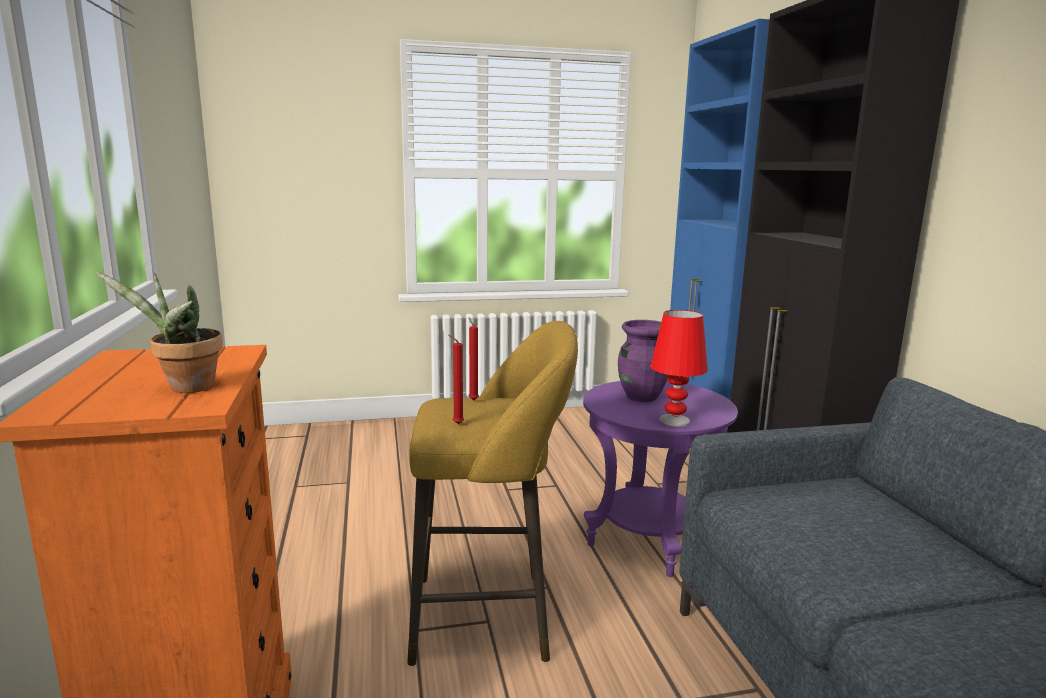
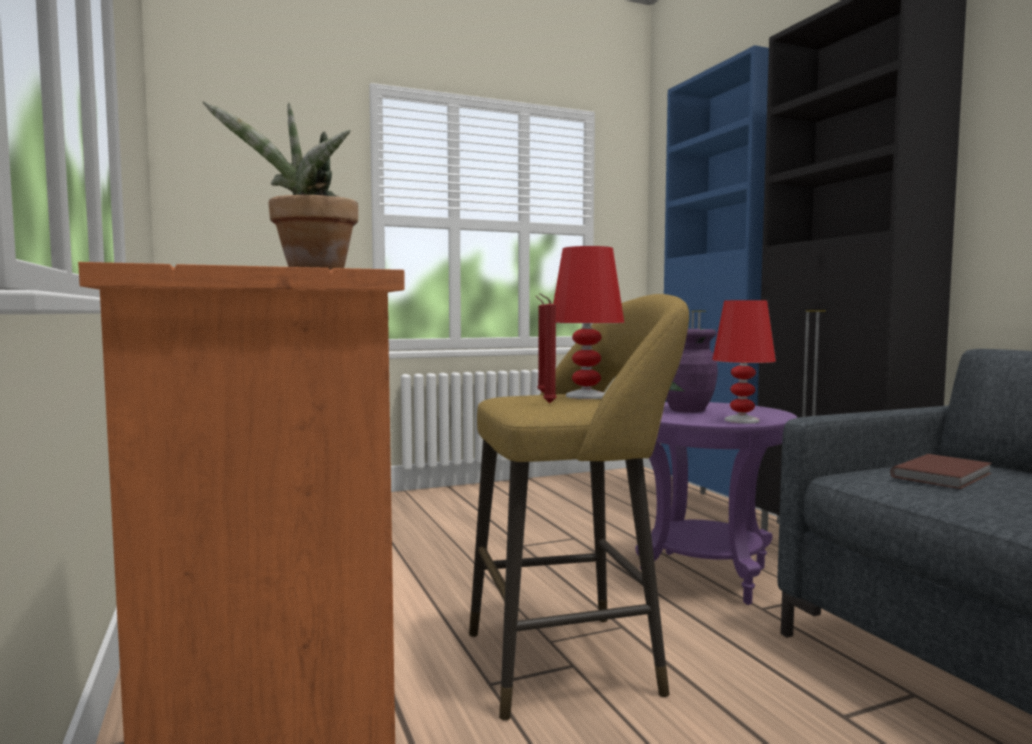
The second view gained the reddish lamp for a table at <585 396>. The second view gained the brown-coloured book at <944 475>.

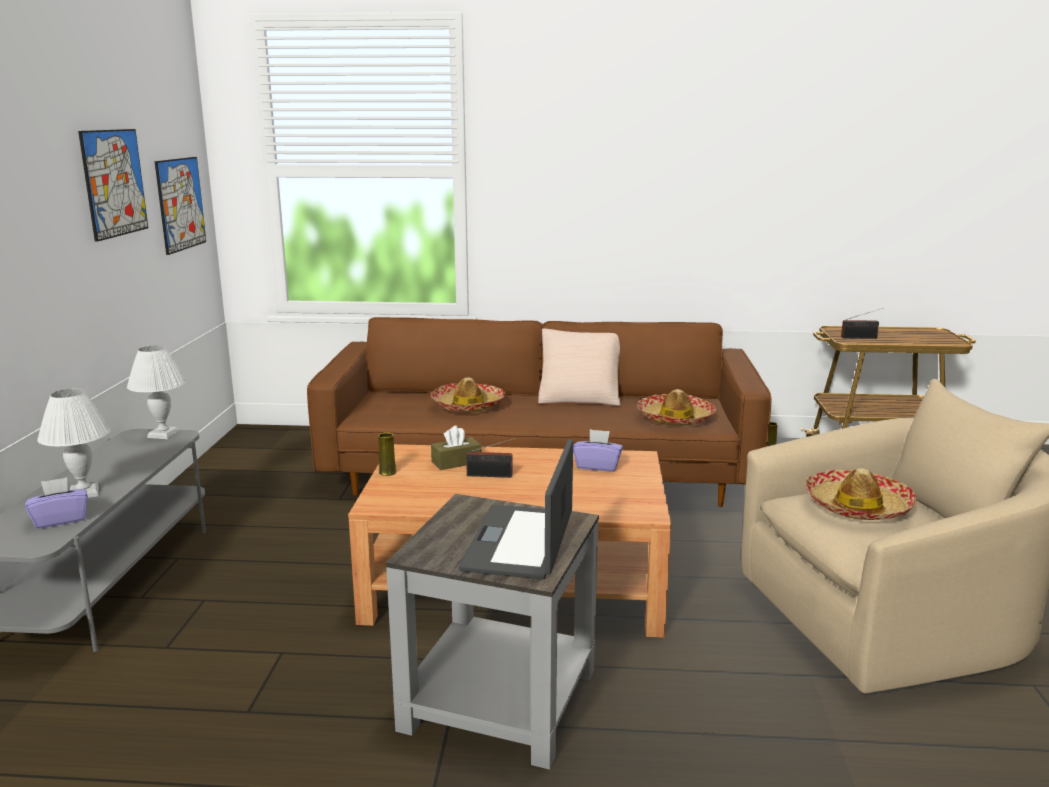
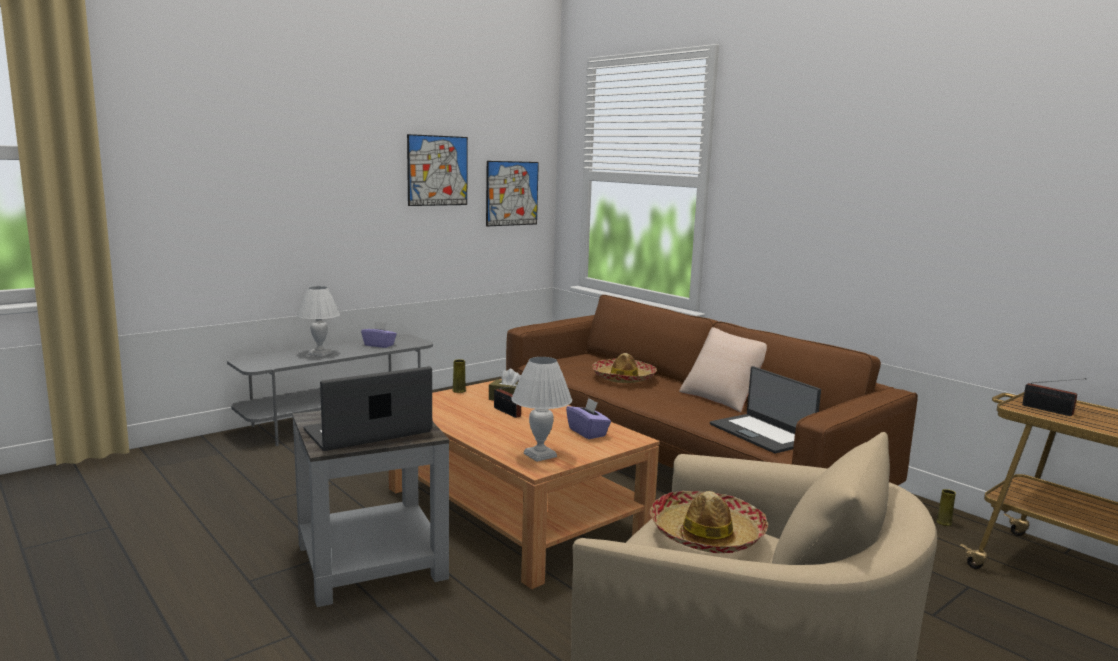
The purple-coloured tissue box ended up elsewhere, having gone from <60 520> to <379 345>. The white lamp for a table ended up elsewhere, having gone from <164 434> to <541 455>. Where the wearable hat stood at <675 418>, the notebook computer came to stand at <761 434>.

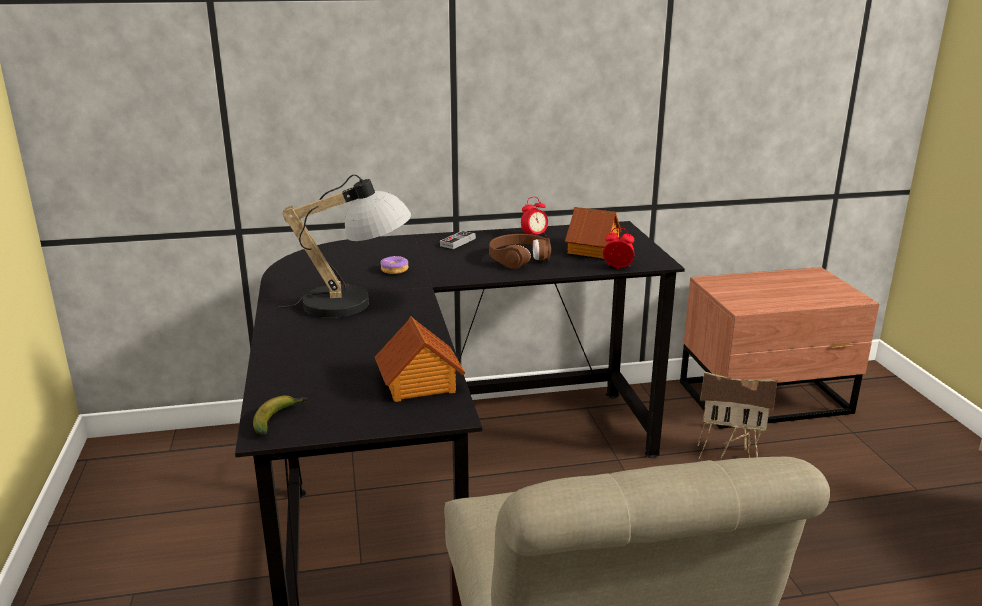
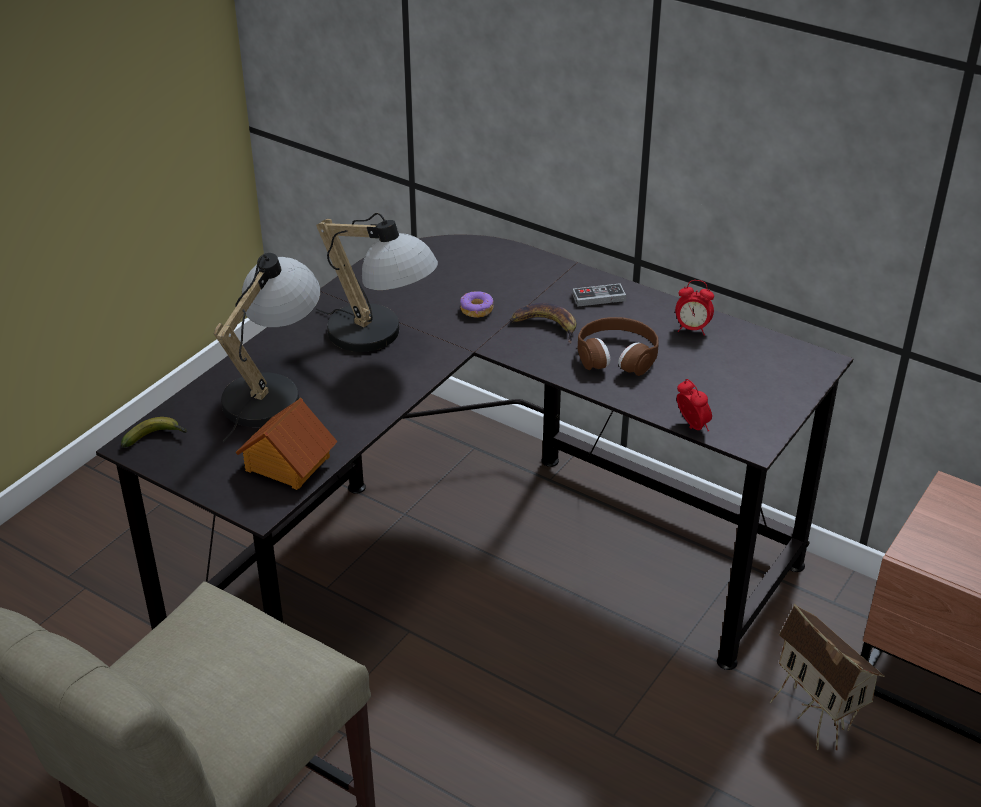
The second view lost the model house at <592 249>. The second view gained the lamp for a table at <272 390>. The second view gained the banana at <546 326>.

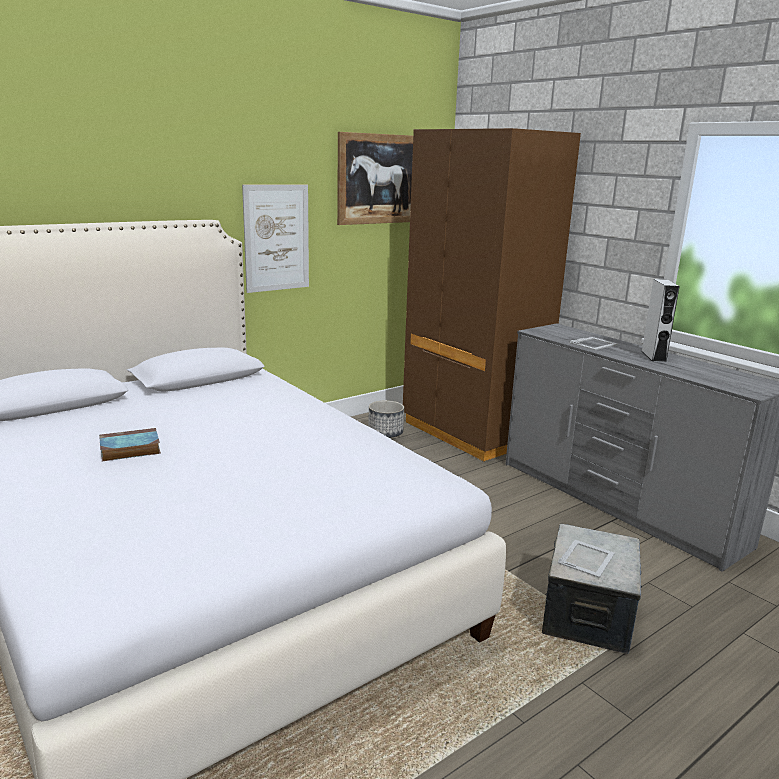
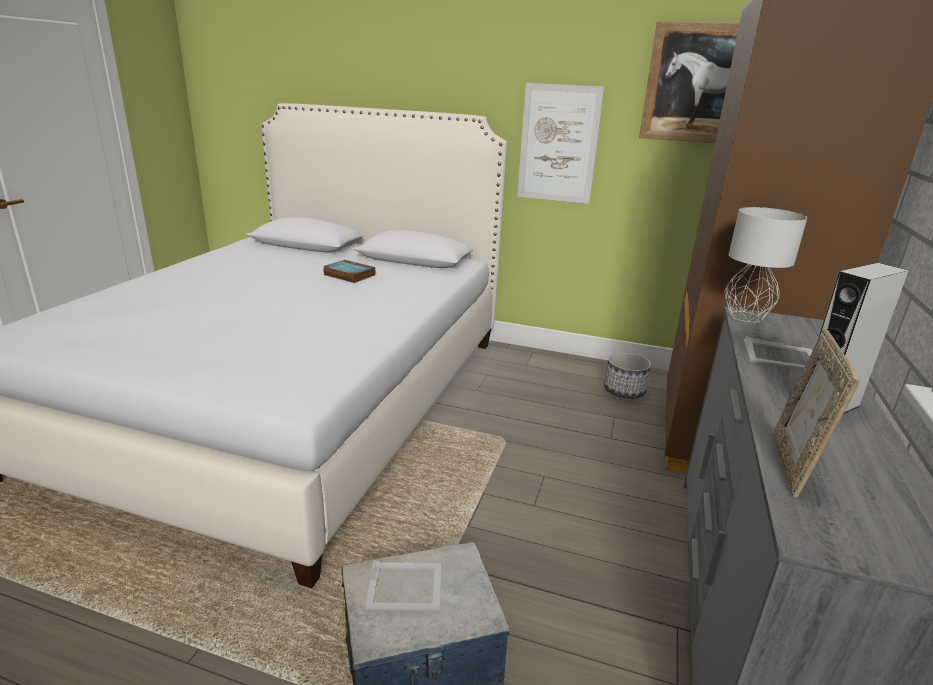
The second view gained the gray lamp for a table at <745 317>. The second view gained the picture frame at <792 465>. The book ended up elsewhere, having gone from <128 449> to <348 275>.

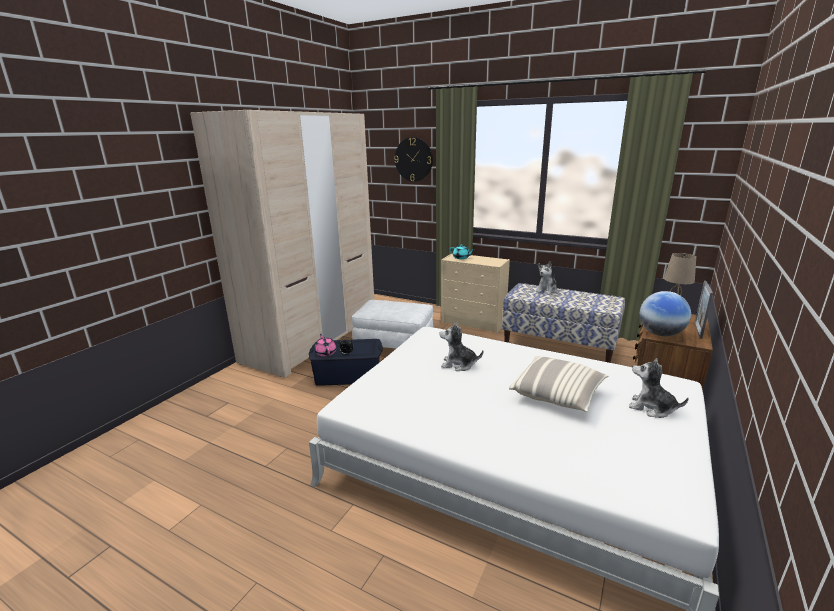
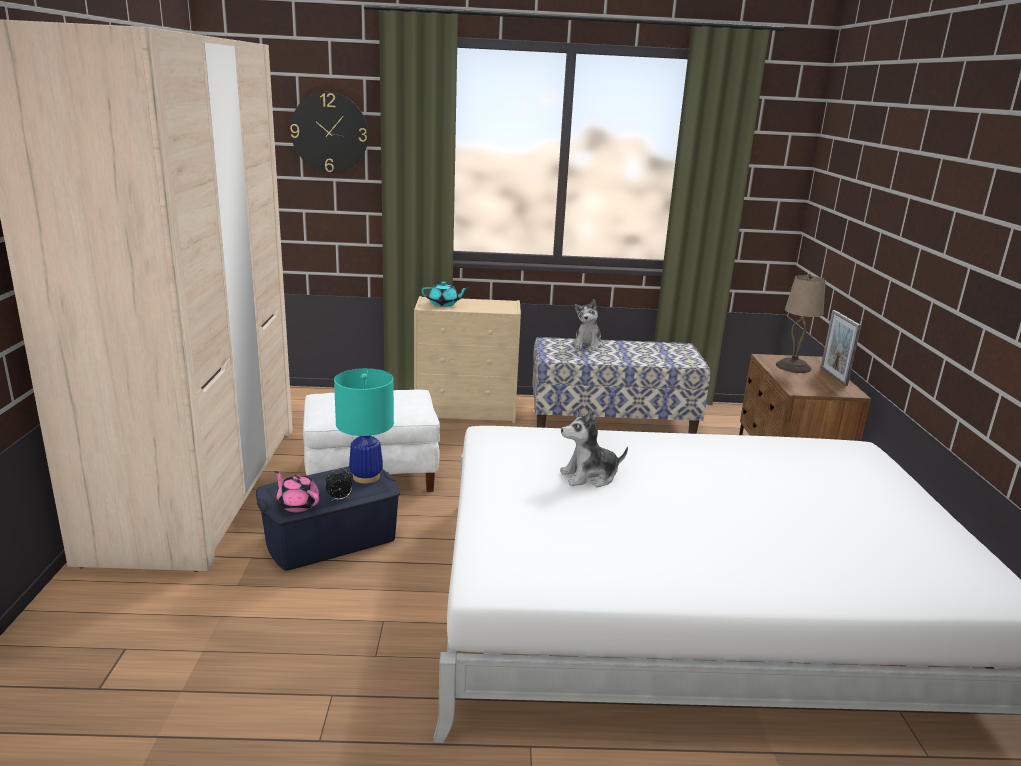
The second view lost the pillow at <557 394>. The second view lost the plush toy at <651 408>. The second view lost the globe at <660 334>. The second view gained the blue-green lamp for a table at <366 477>.

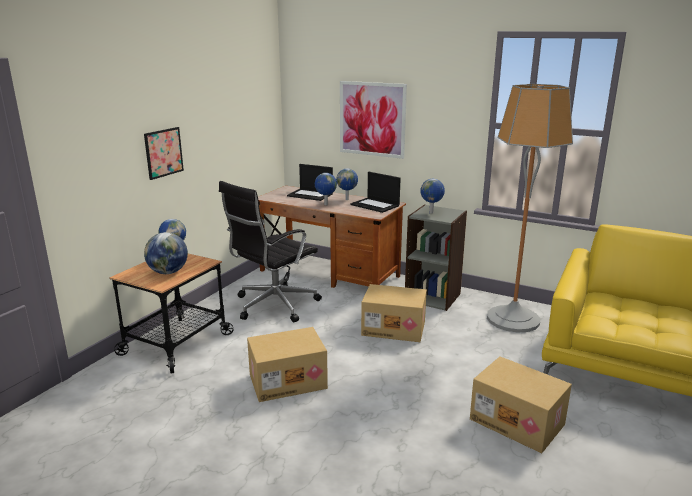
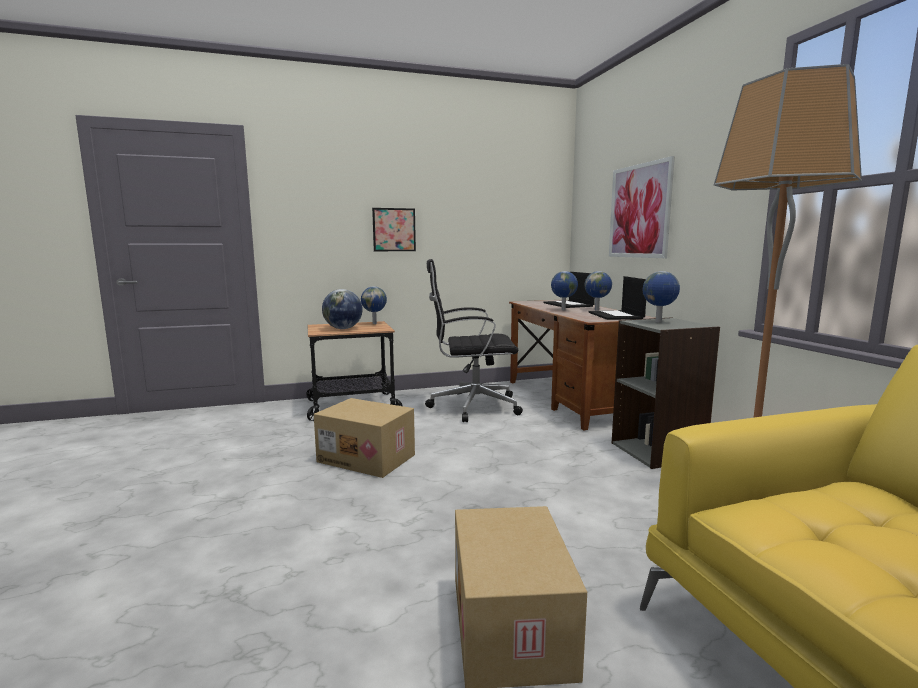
The second view lost the cardboard box at <394 328>.

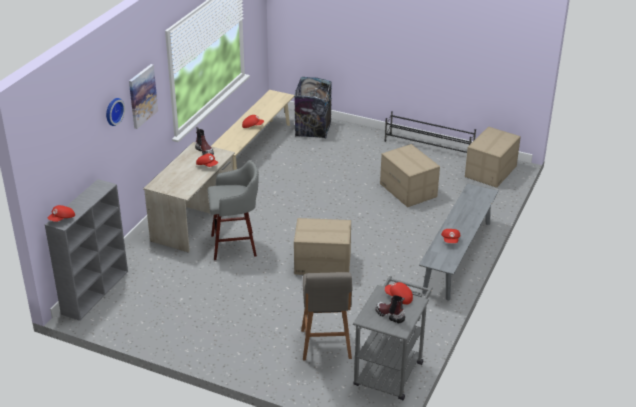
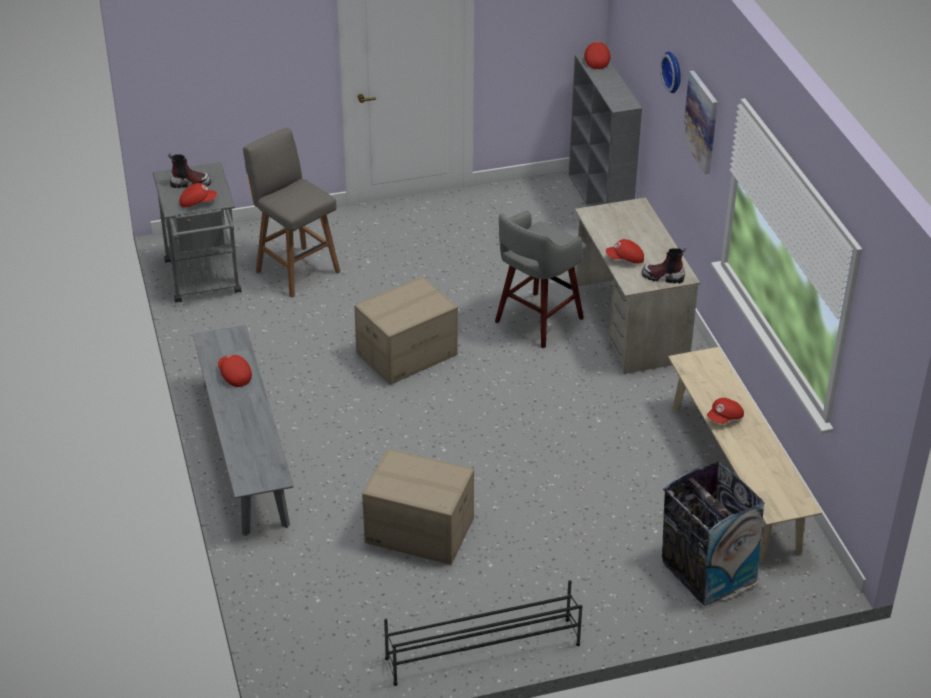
The second view lost the cardboard box at <491 172>.

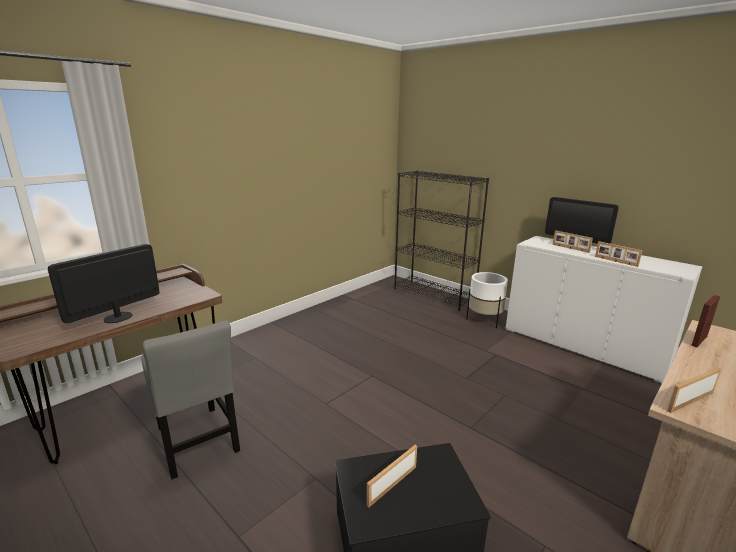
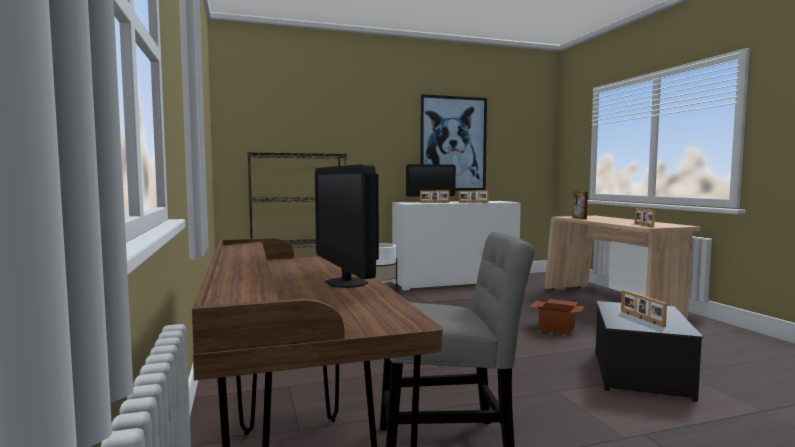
The second view gained the picture at <453 144>. The second view gained the cardboard box at <557 328>.

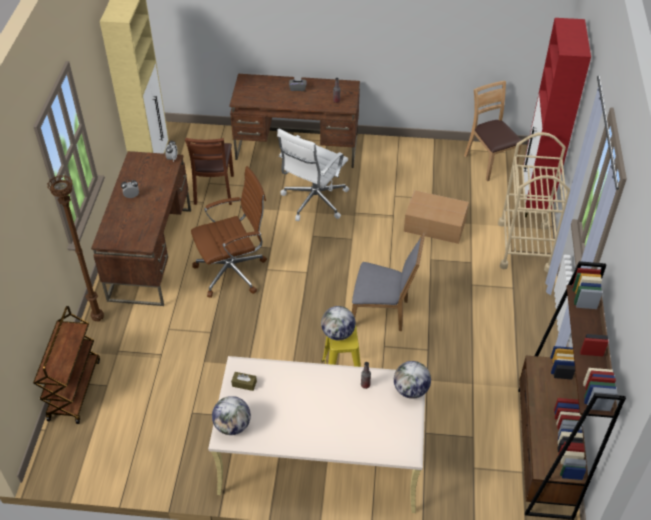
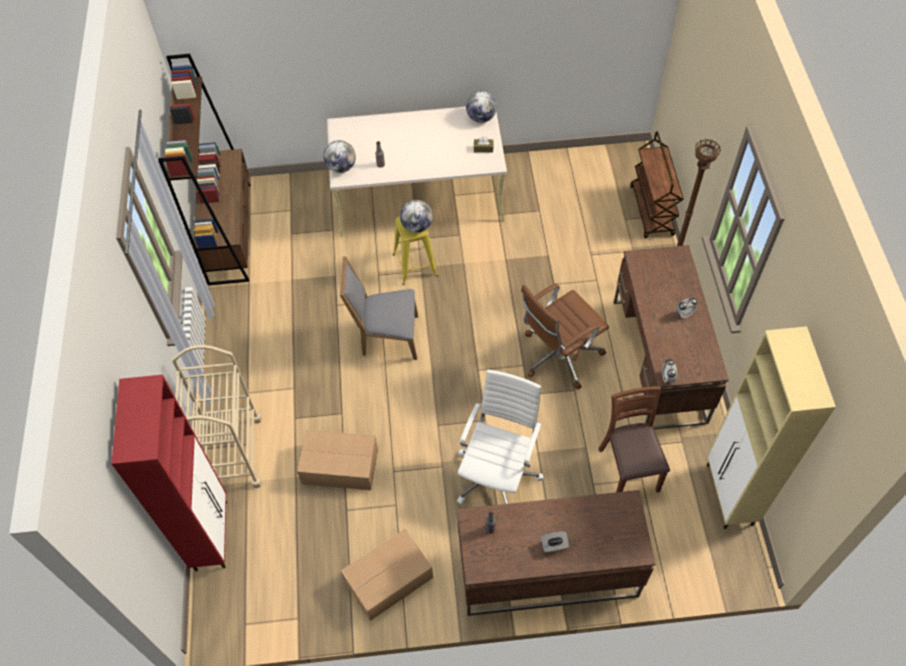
The second view lost the brown-coloured chair at <489 163>. The second view gained the cardboard box at <390 579>.

